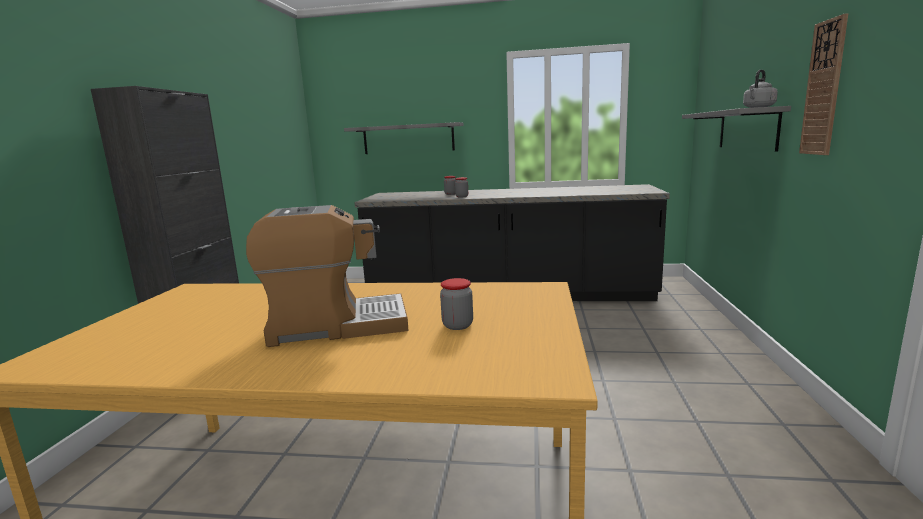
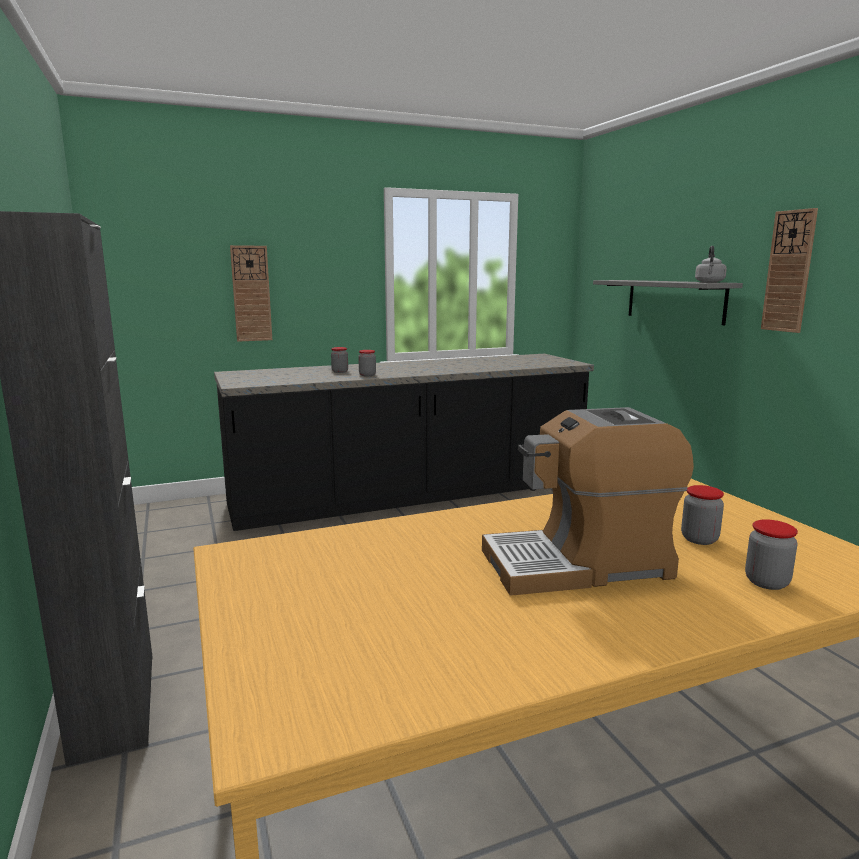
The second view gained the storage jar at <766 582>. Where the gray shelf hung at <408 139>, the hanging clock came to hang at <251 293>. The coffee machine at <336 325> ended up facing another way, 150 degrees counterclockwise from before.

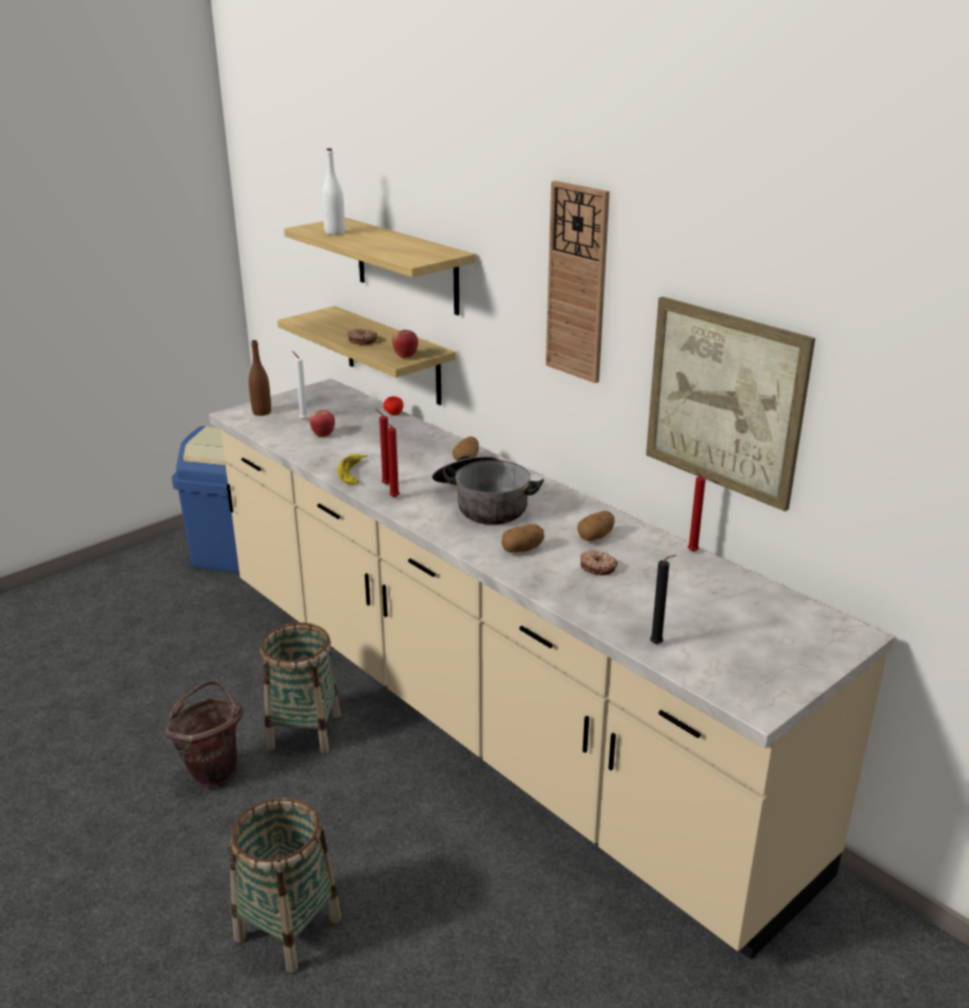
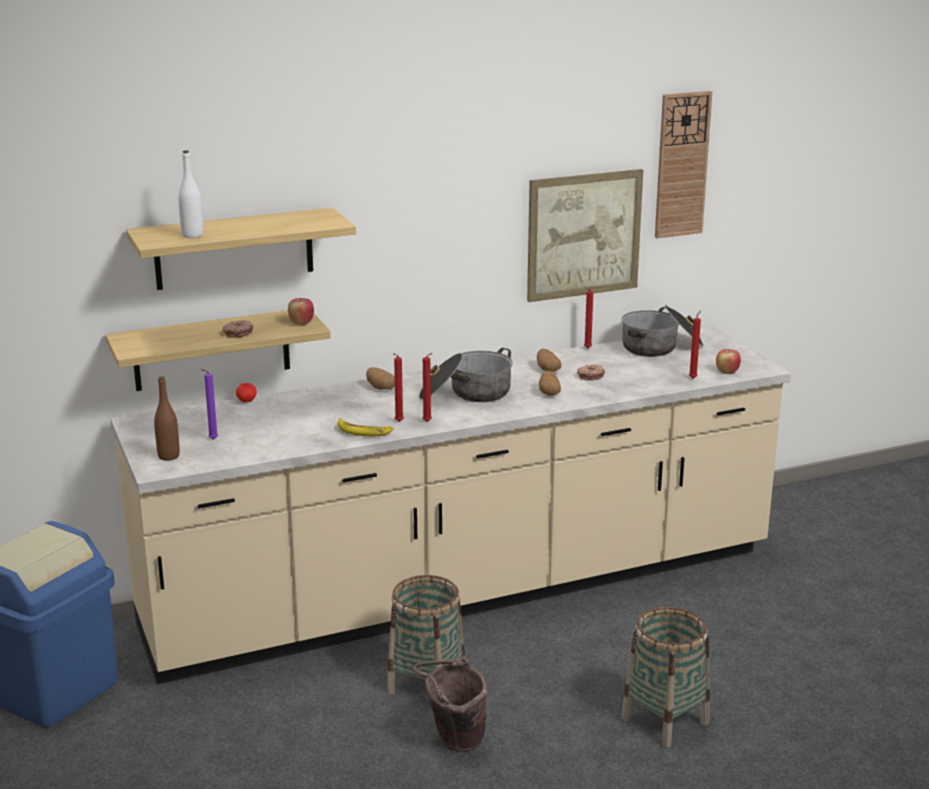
The second view gained the stockpot at <661 347>. The whole apple ended up elsewhere, having gone from <323 435> to <727 372>. The hanging clock ended up elsewhere, having gone from <577 283> to <682 165>. What was the white candle at <303 419> turned into the purple-coloured candle at <212 439>. What was the black candle at <658 644> turned into the reddish candle at <693 378>.

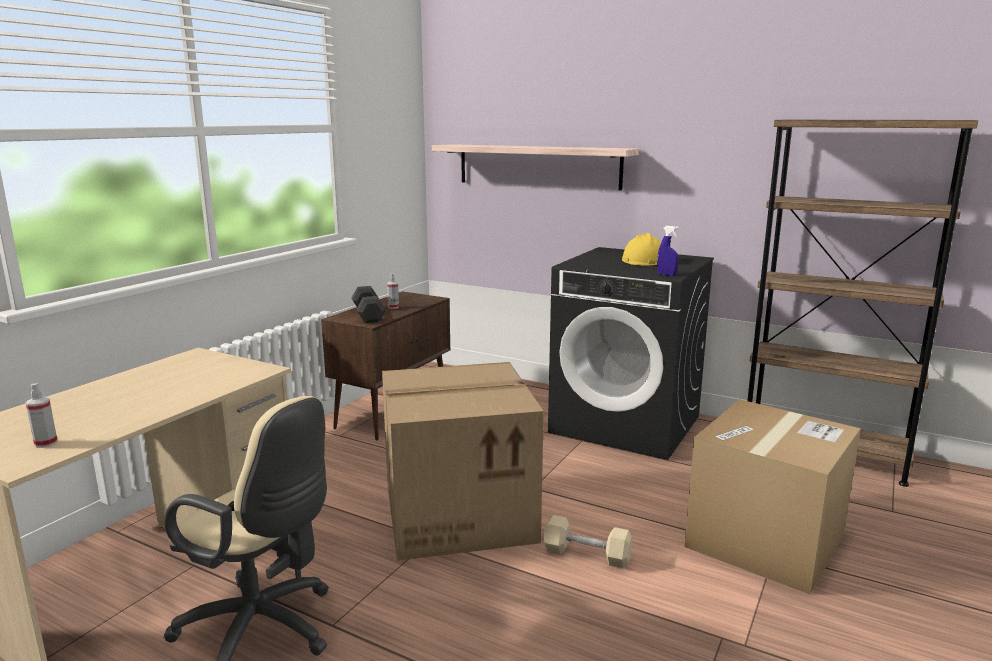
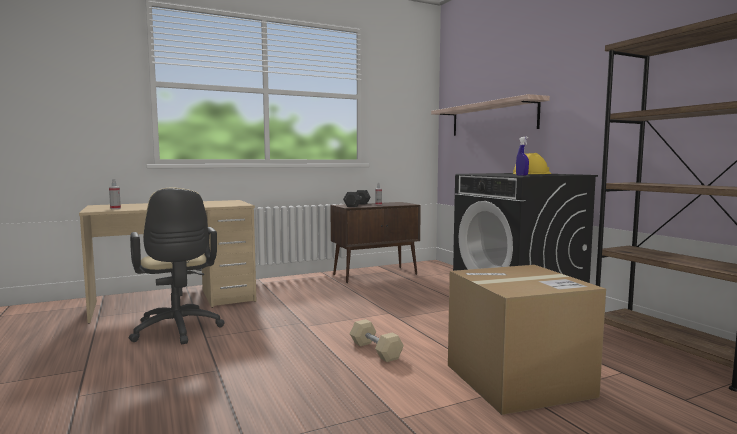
The second view lost the cardboard box at <460 512>.

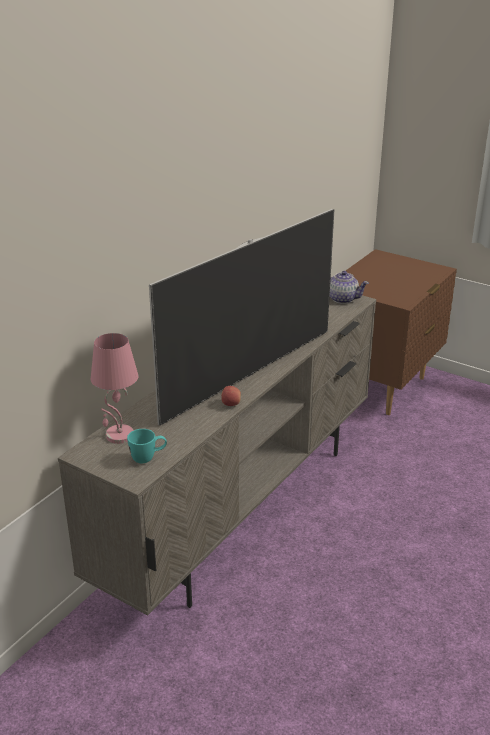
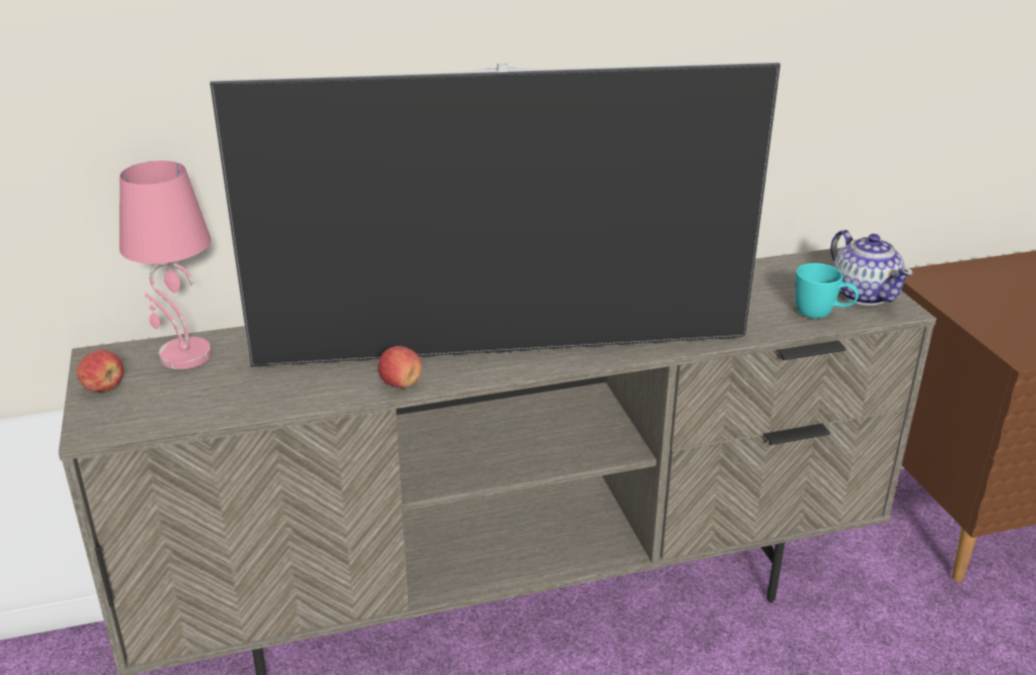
The second view gained the whole apple at <104 387>. The blue-green mug ended up elsewhere, having gone from <148 458> to <821 315>.

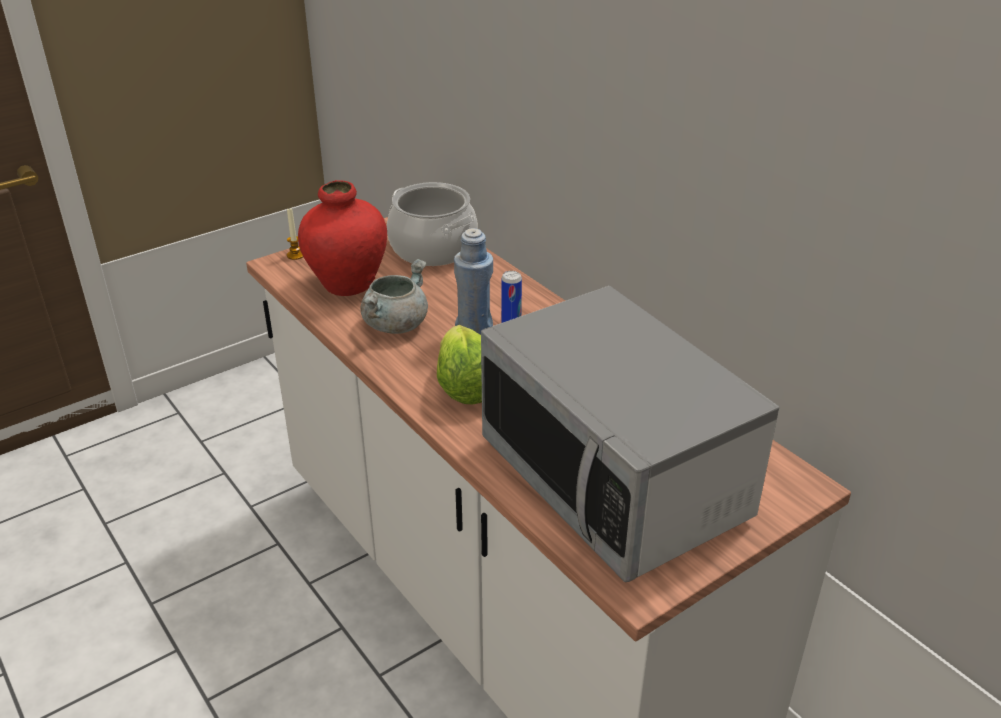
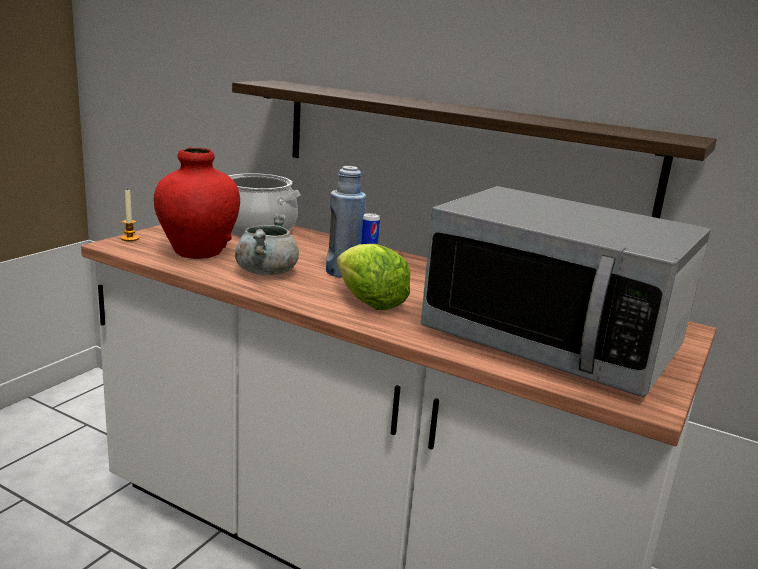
The second view gained the shelf at <457 146>.

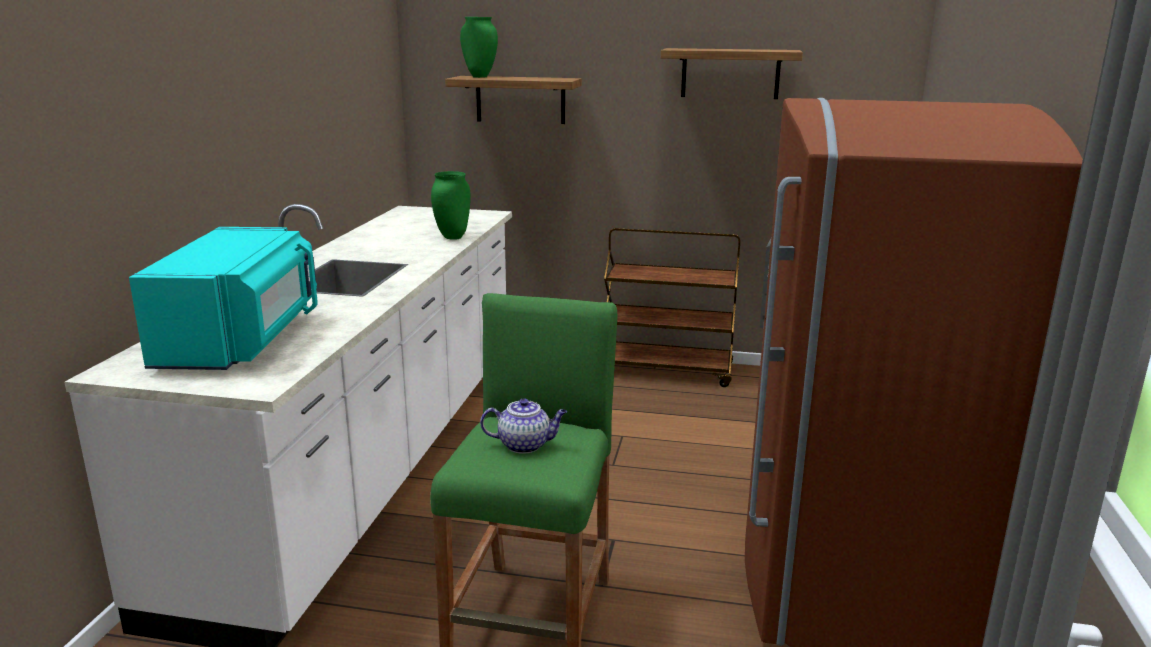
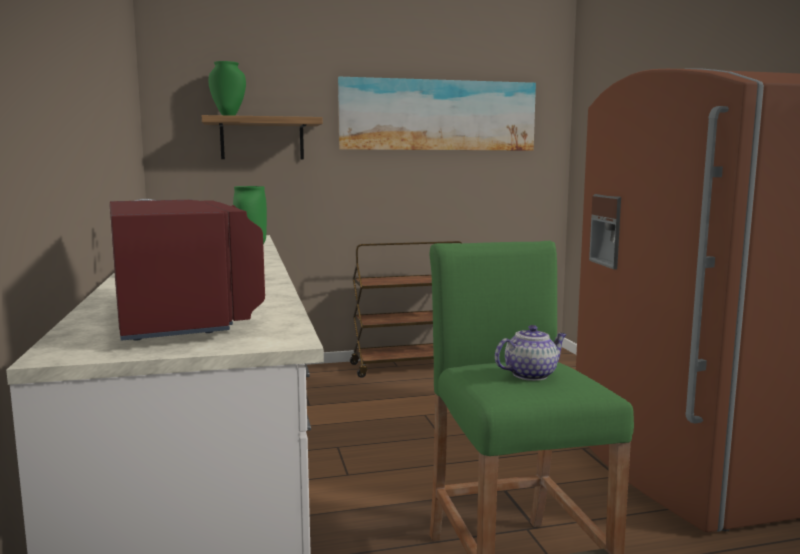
Where the shelf hung at <730 73>, the picture came to hang at <438 115>. What was the blue-green microwave at <242 340> turned into the reddish microwave at <184 316>.

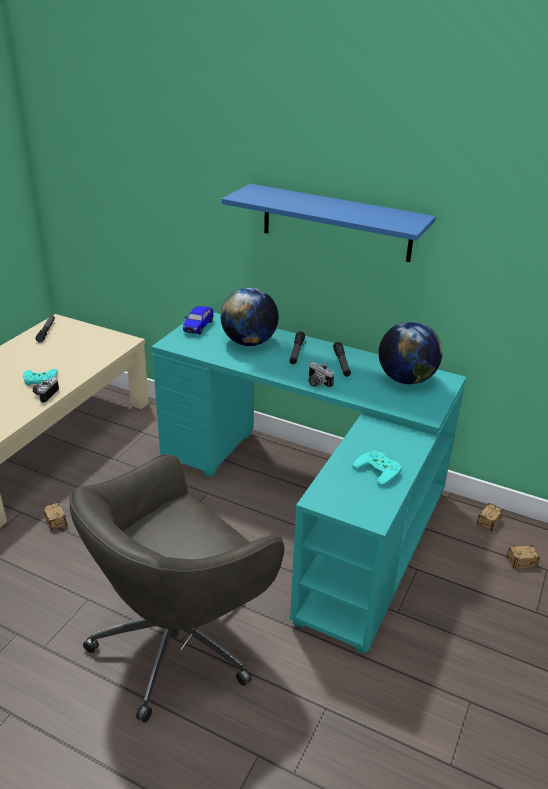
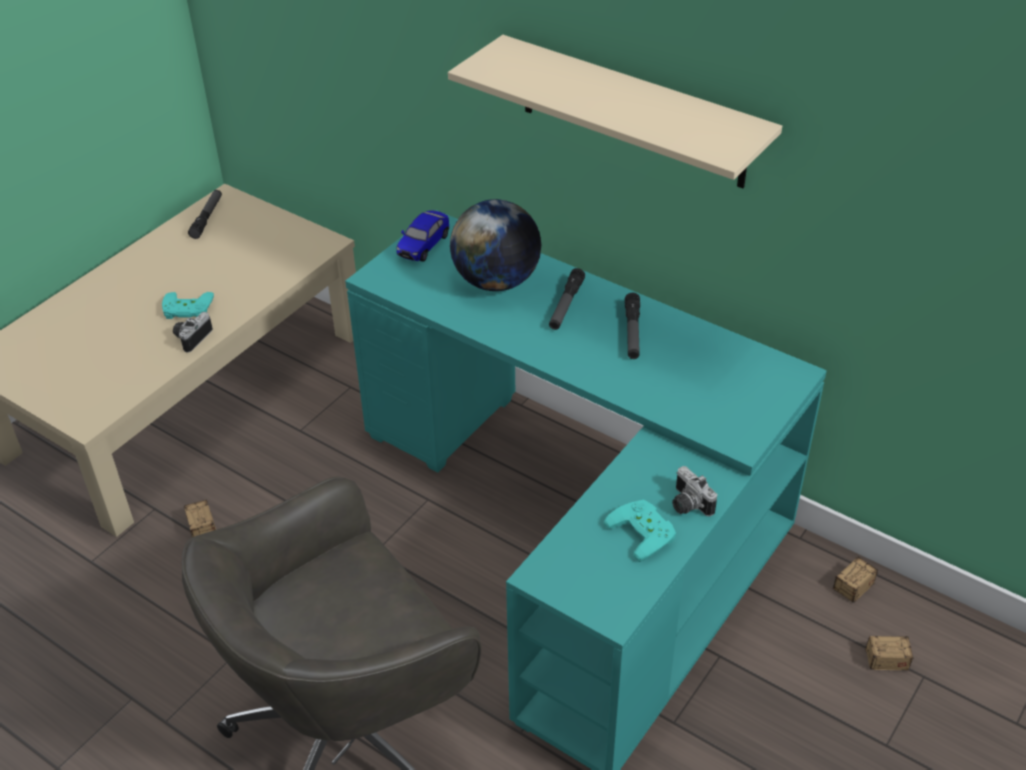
The second view lost the globe at <406 379>. The photo camera ended up elsewhere, having gone from <316 383> to <687 504>. What was the bluish shelf at <336 223> turned into the beige shelf at <632 112>.

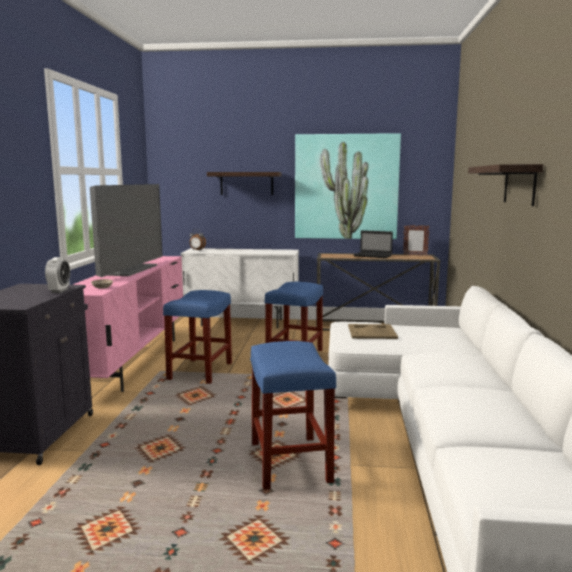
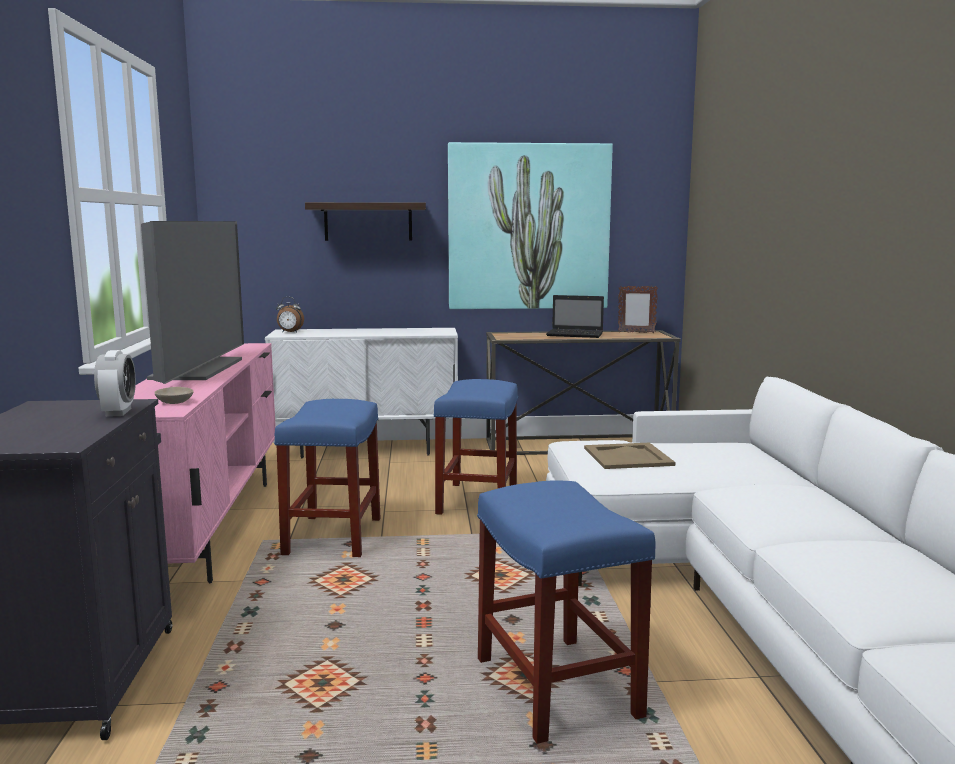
The second view lost the shelf at <519 185>.

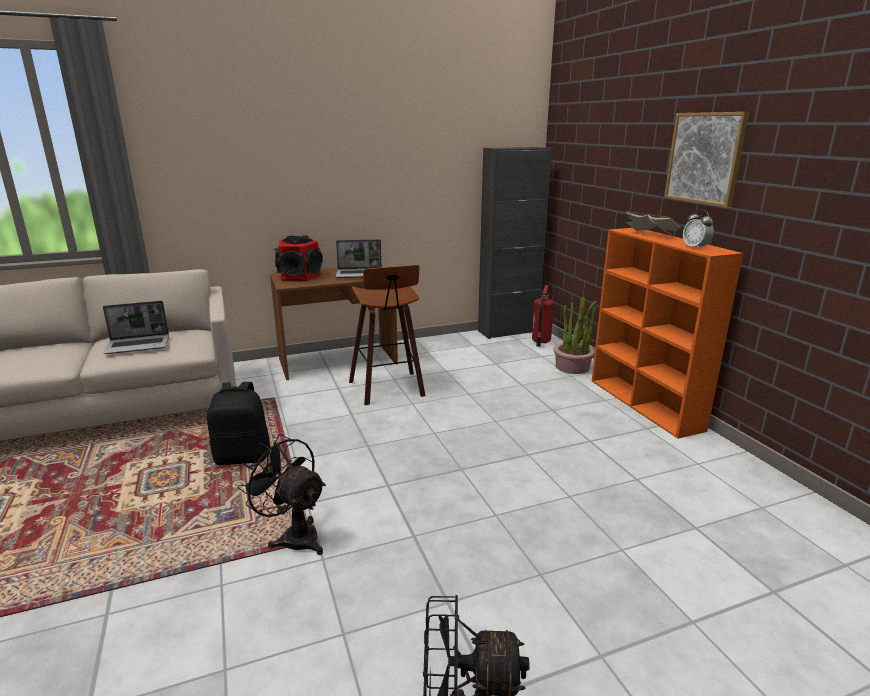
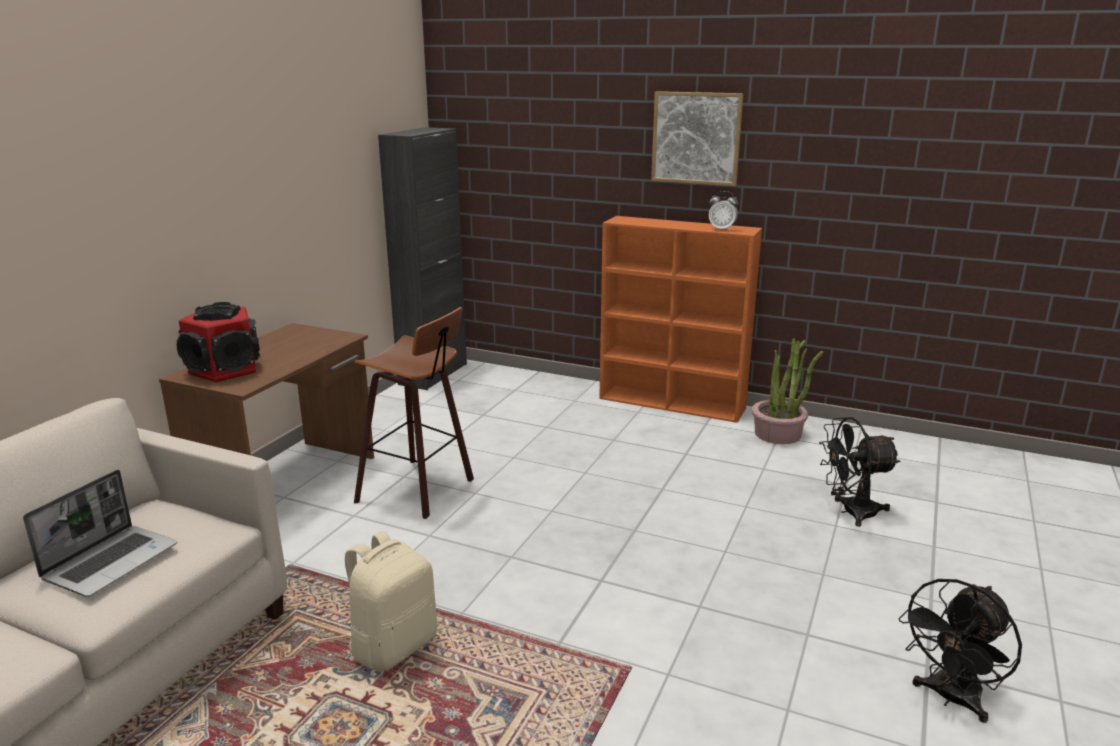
The second view lost the notebook computer at <360 274>. The second view lost the extinguisher at <540 342>. The second view lost the book at <650 235>. The black fan ended up elsewhere, having gone from <294 536> to <851 512>. The houseplant ended up elsewhere, having gone from <572 367> to <778 434>. What was the black knapsack at <243 457> turned into the beige knapsack at <393 646>.

